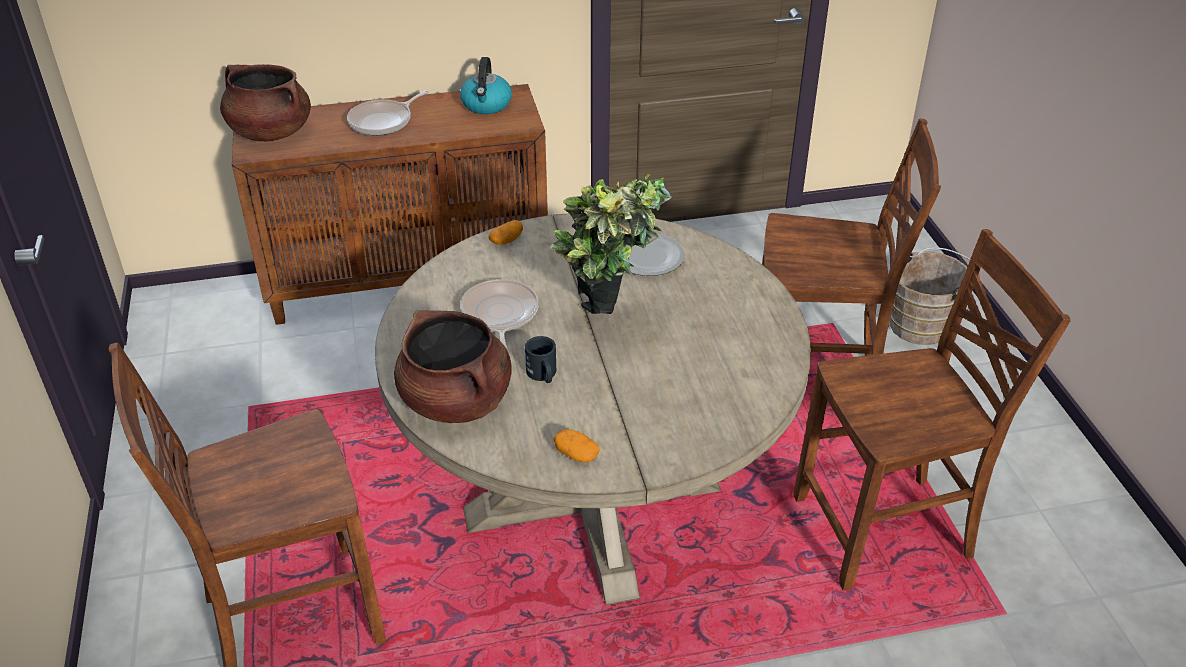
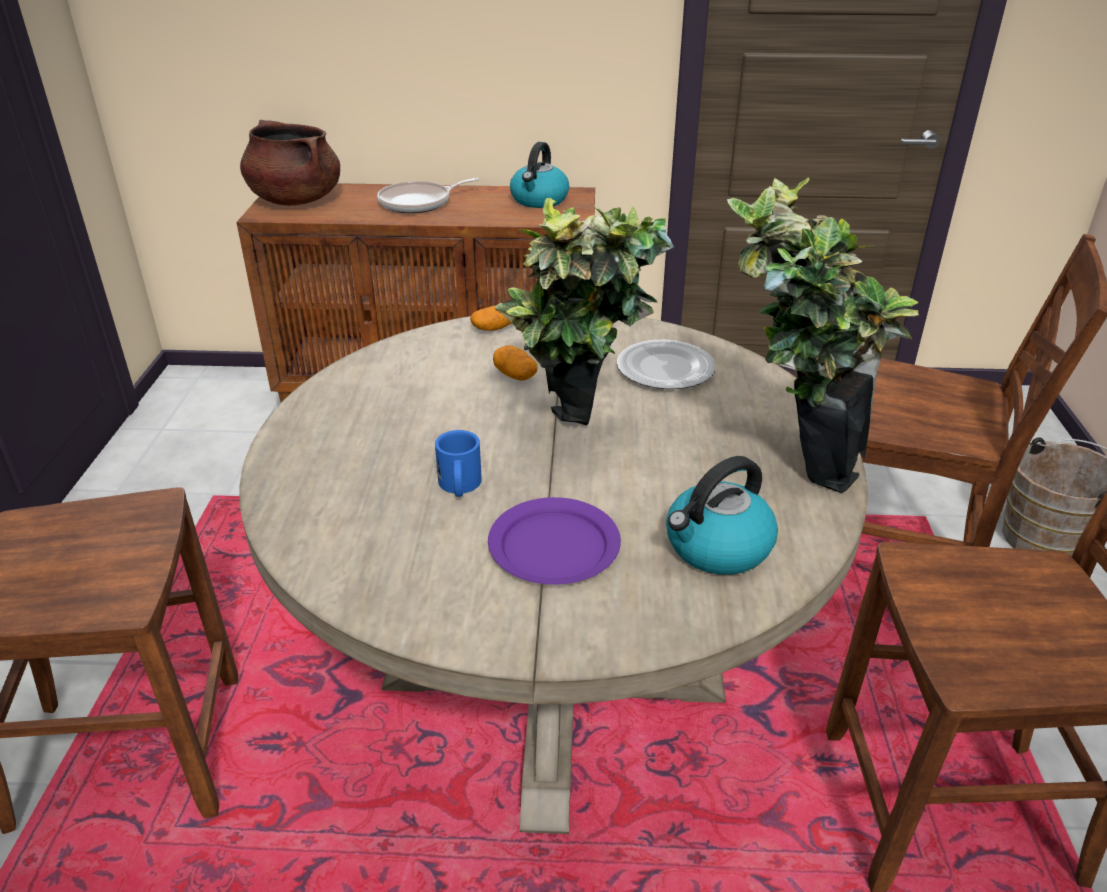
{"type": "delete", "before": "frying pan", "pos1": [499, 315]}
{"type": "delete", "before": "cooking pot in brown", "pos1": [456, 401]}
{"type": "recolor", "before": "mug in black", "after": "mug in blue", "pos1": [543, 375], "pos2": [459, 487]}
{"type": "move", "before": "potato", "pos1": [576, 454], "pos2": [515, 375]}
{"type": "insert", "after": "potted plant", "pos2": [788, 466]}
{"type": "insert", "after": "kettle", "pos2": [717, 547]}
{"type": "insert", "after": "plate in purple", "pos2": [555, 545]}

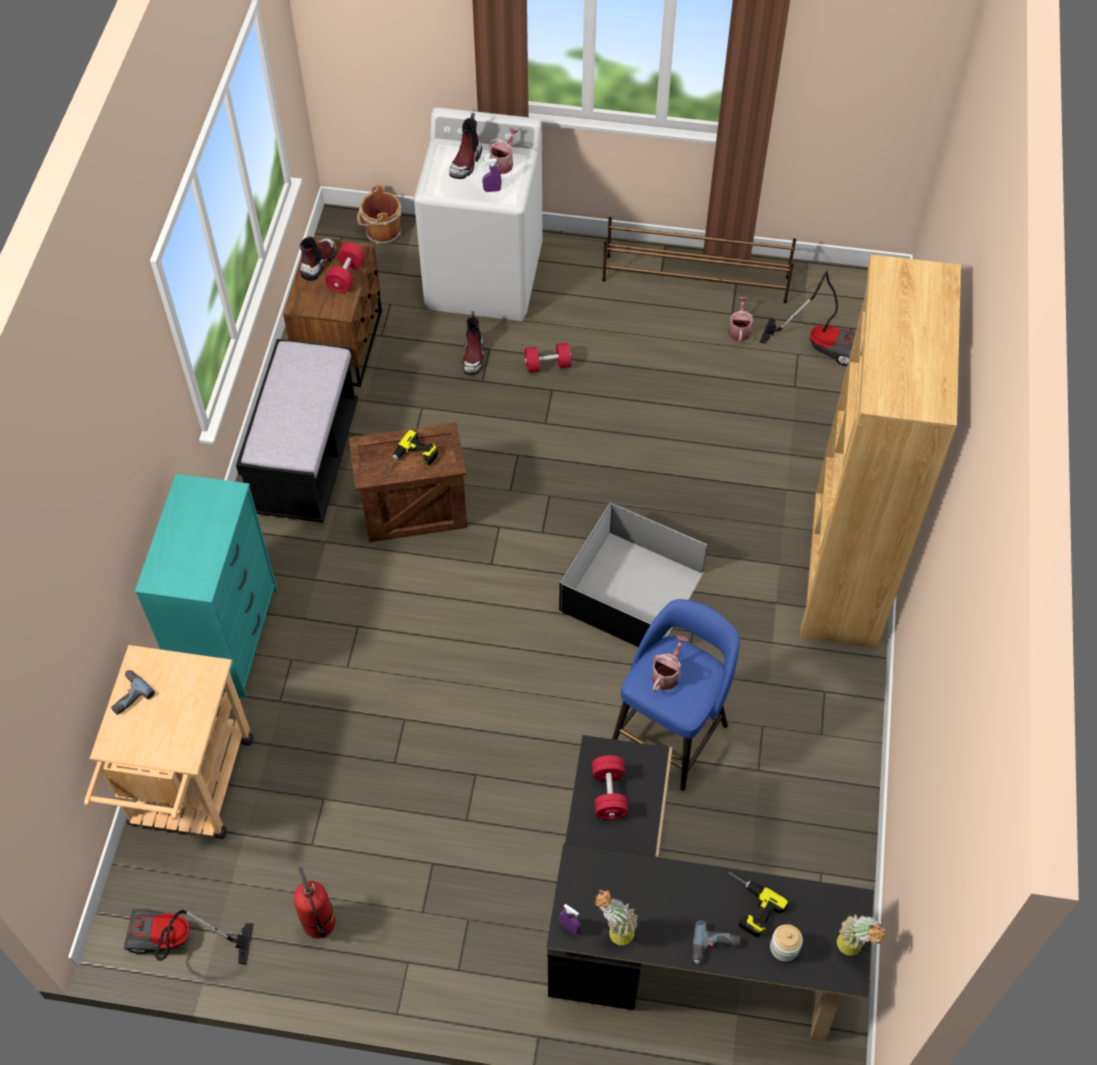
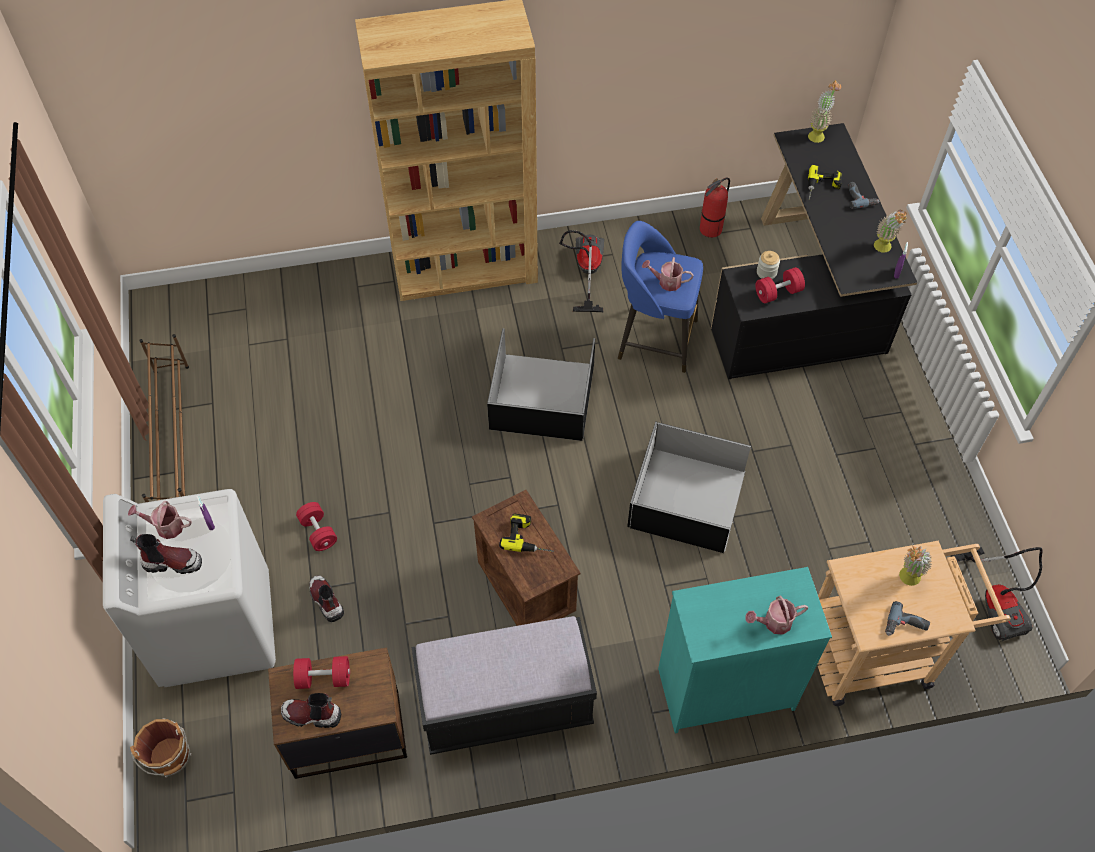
{"type": "move", "before": "vacuum cleaner", "pos1": [820, 344], "pos2": [585, 271]}
{"type": "move", "before": "watering can", "pos1": [739, 330], "pos2": [773, 622]}
{"type": "rotate", "before": "boot", "pos1": [473, 356], "pos2": [326, 600], "turn": -105}
{"type": "move", "before": "fire extinguisher", "pos1": [318, 923], "pos2": [710, 230]}
{"type": "move", "before": "jar", "pos1": [784, 947], "pos2": [766, 272]}
{"type": "insert", "after": "storage box in black", "pos2": [686, 500]}
{"type": "insert", "after": "potted plant", "pos2": [906, 579]}

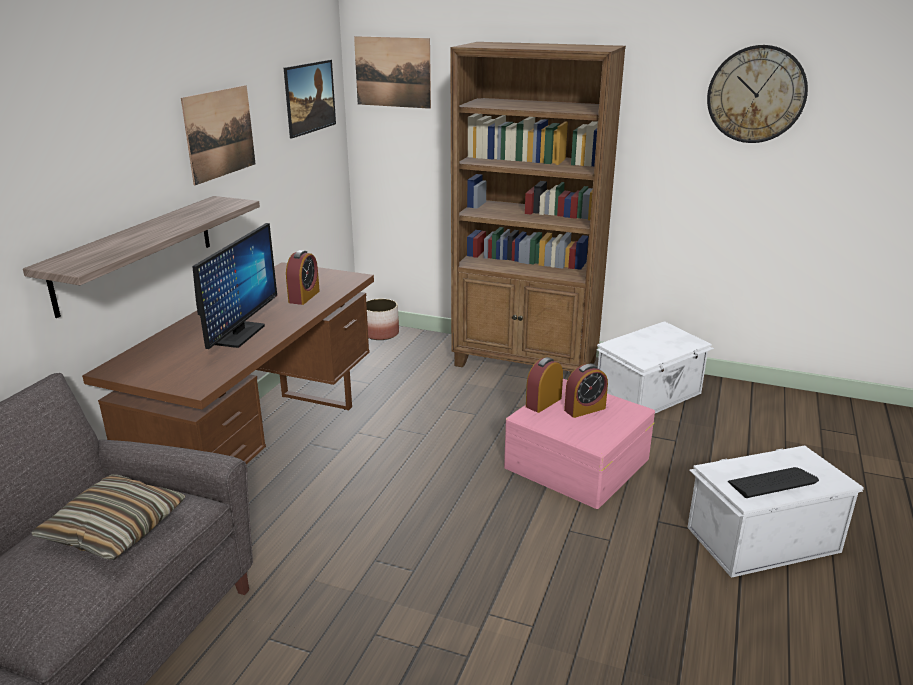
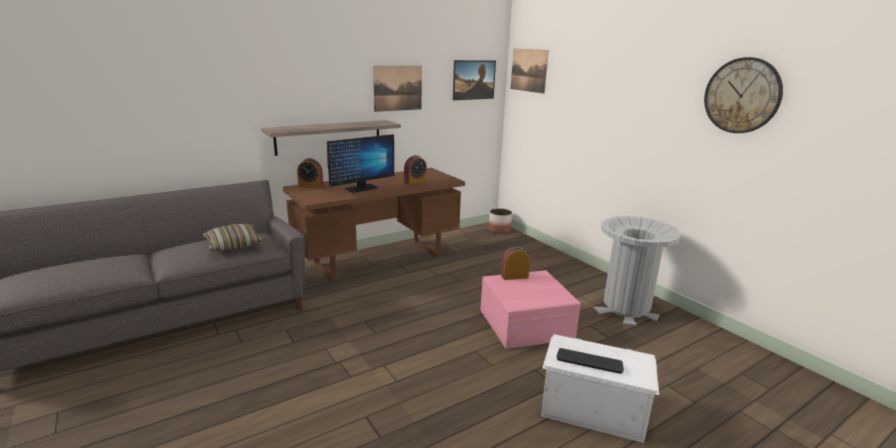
{"type": "delete", "before": "bookcase in brown", "pos1": [526, 363]}
{"type": "replace", "before": "storage box in white", "after": "trash can in grey", "pos1": [650, 395], "pos2": [626, 309]}
{"type": "move", "before": "alarm clock", "pos1": [585, 409], "pos2": [310, 186]}

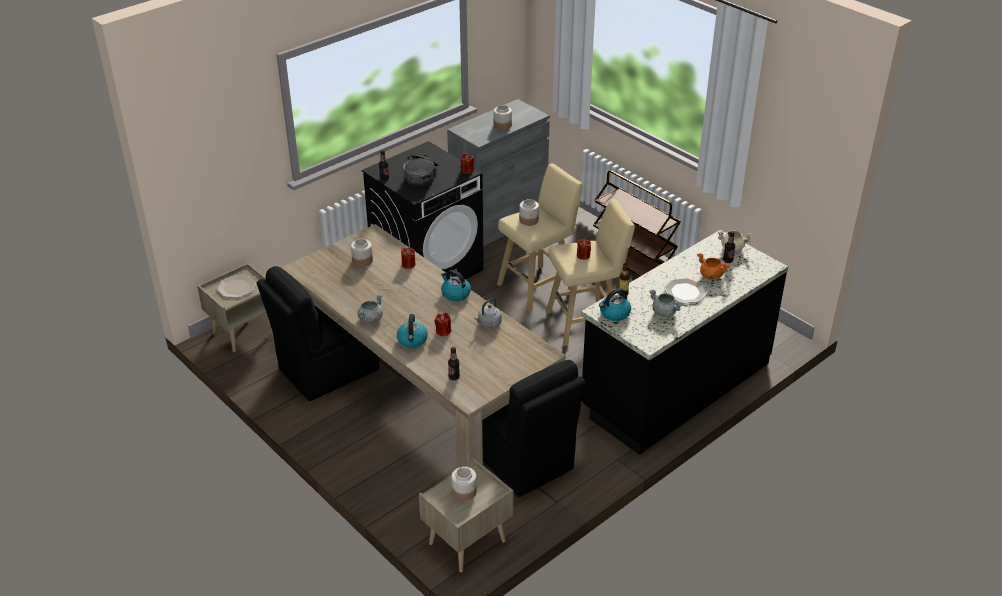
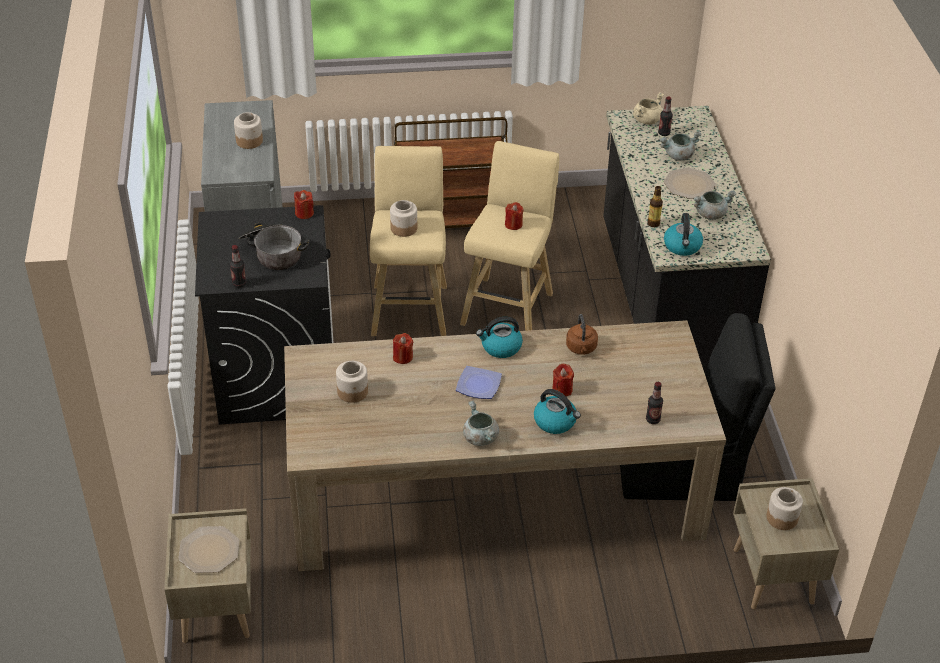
{"type": "recolor", "before": "cooking pot in orange", "after": "cooking pot in grey", "pos1": [710, 275], "pos2": [678, 156]}
{"type": "delete", "before": "chair in black", "pos1": [326, 370]}
{"type": "recolor", "before": "kettle in grey", "after": "kettle in brown", "pos1": [488, 324], "pos2": [581, 348]}
{"type": "insert", "after": "plate", "pos2": [478, 384]}

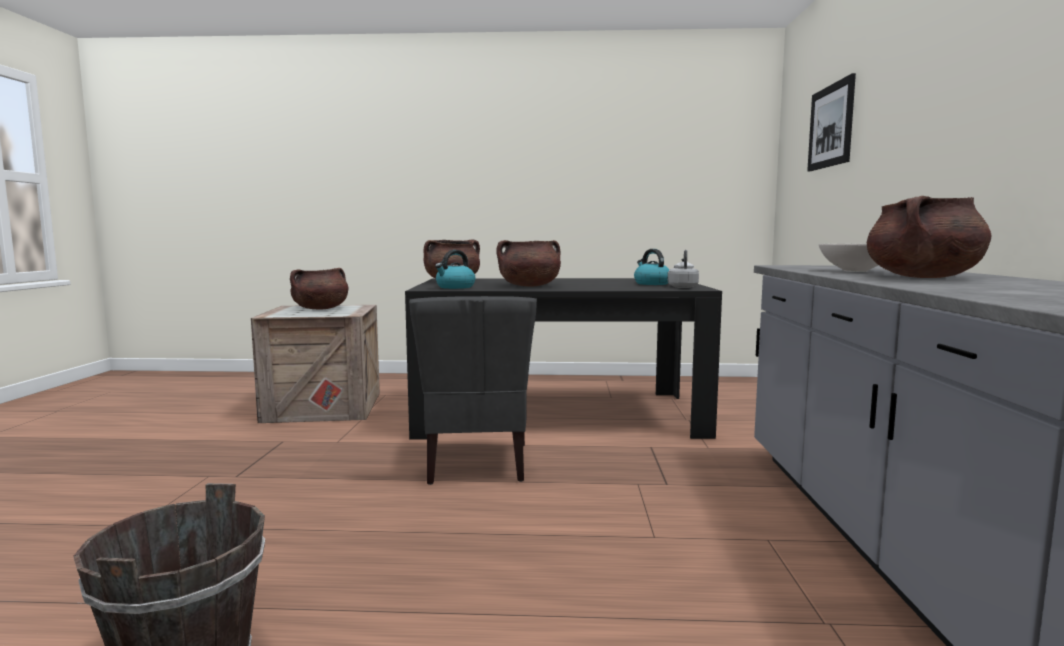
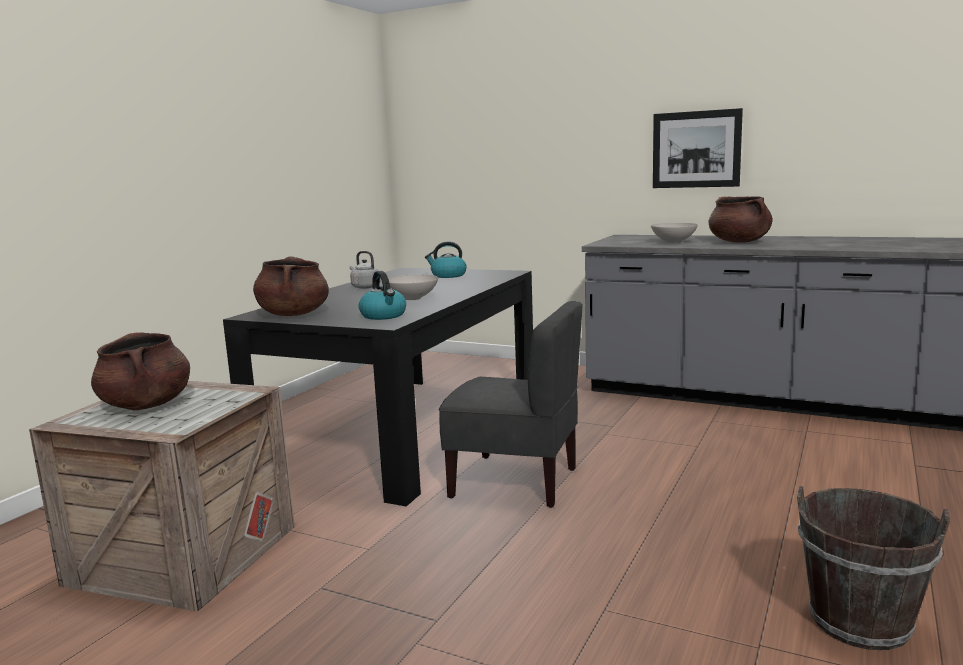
{"type": "move", "before": "picture", "pos1": [831, 126], "pos2": [696, 149]}
{"type": "replace", "before": "cooking pot in brown", "after": "bowl in white", "pos1": [529, 286], "pos2": [413, 298]}
{"type": "move", "before": "kettle in grey", "pos1": [683, 287], "pos2": [364, 287]}

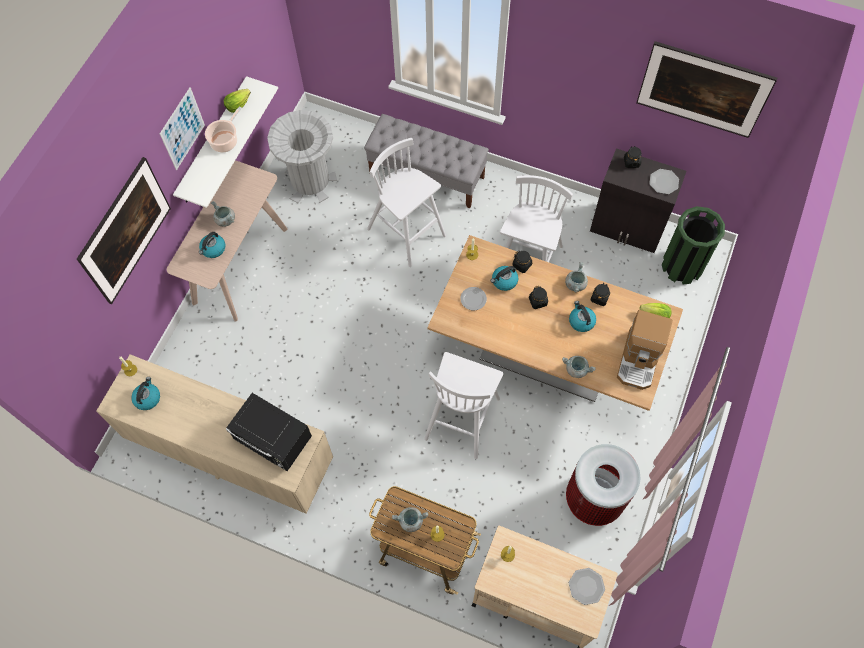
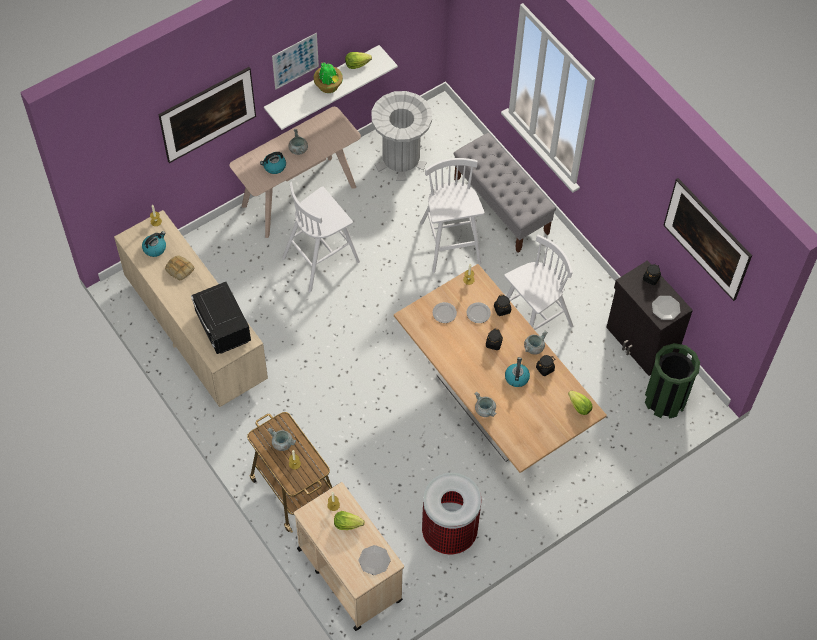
{"type": "replace", "before": "cooking pot", "after": "potted plant", "pos1": [225, 140], "pos2": [329, 86]}
{"type": "replace", "before": "kettle", "after": "plate", "pos1": [504, 281], "pos2": [478, 313]}
{"type": "delete", "before": "coffee machine", "pos1": [639, 360]}
{"type": "move", "before": "stool in white", "pos1": [463, 417], "pos2": [322, 259]}
{"type": "insert", "after": "bread", "pos2": [179, 269]}
{"type": "insert", "after": "lettuce", "pos2": [347, 524]}

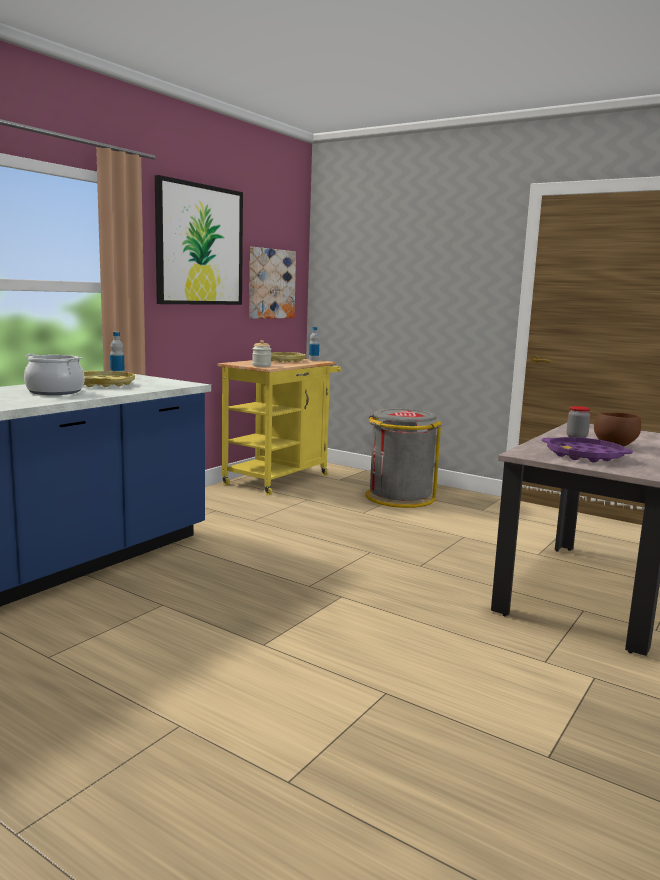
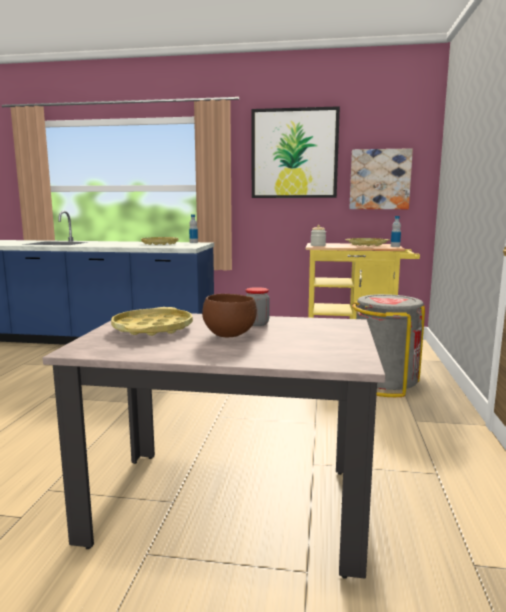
{"type": "delete", "before": "cooking pot", "pos1": [55, 392]}
{"type": "recolor", "before": "tray in purple", "after": "tray in yellow", "pos1": [584, 456], "pos2": [152, 328]}

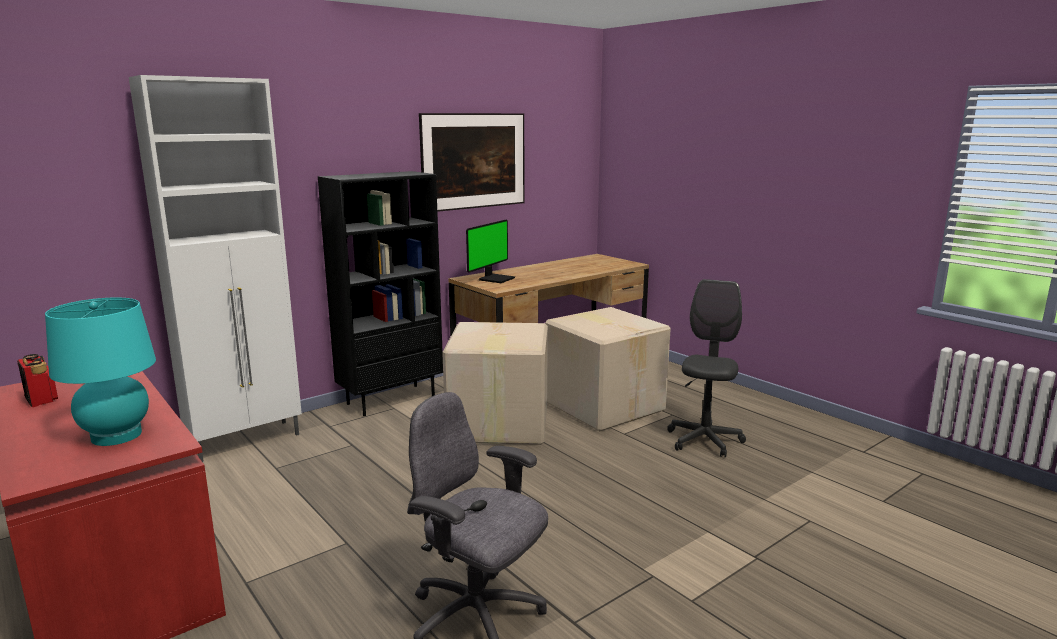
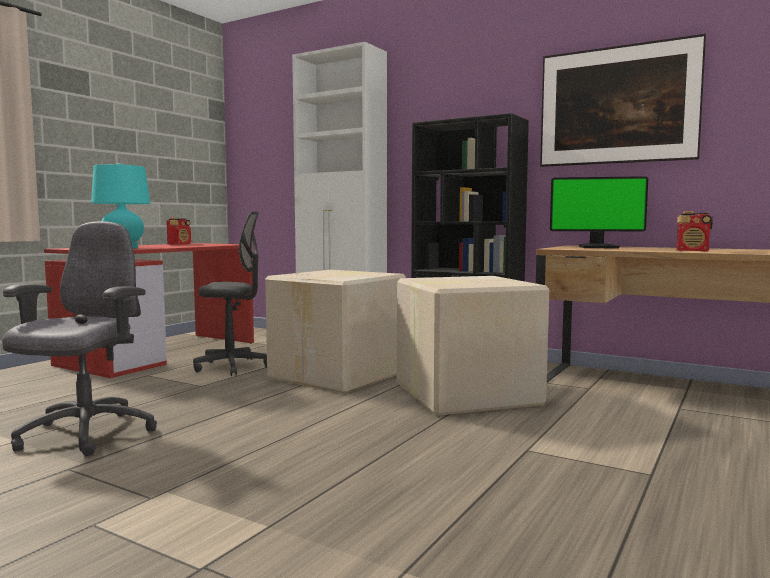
{"type": "move", "before": "office chair in grey", "pos1": [704, 440], "pos2": [232, 367]}
{"type": "move", "before": "cardboard box", "pos1": [604, 405], "pos2": [340, 375]}
{"type": "insert", "after": "radio", "pos2": [693, 251]}

